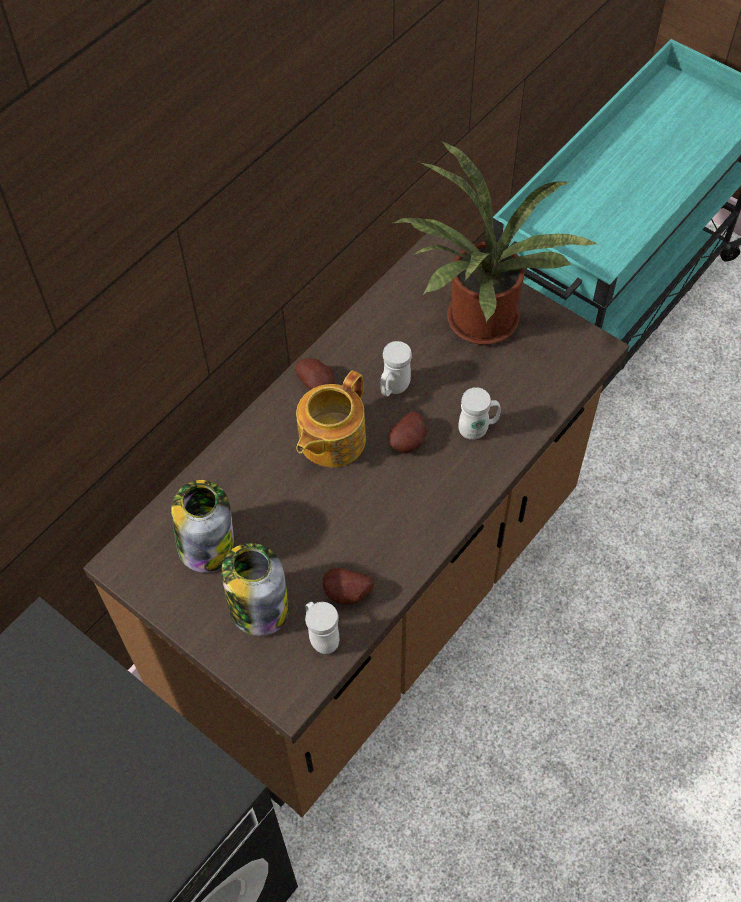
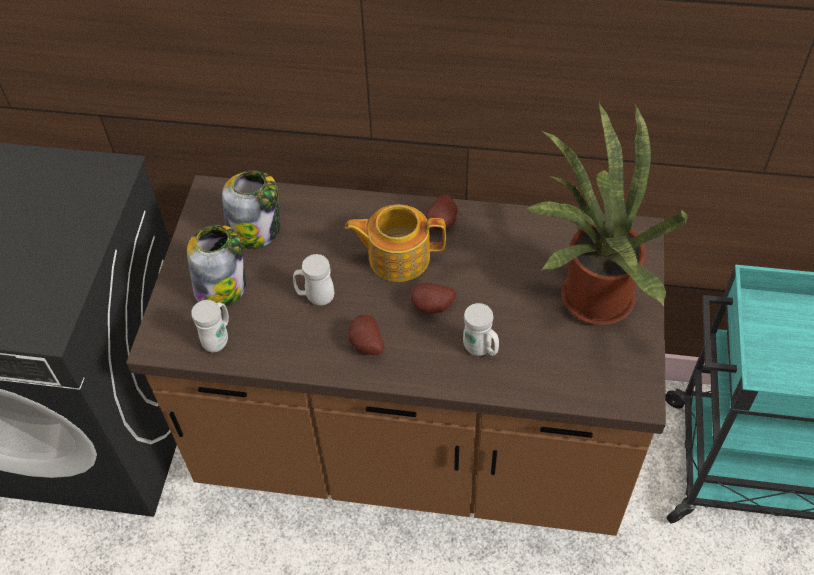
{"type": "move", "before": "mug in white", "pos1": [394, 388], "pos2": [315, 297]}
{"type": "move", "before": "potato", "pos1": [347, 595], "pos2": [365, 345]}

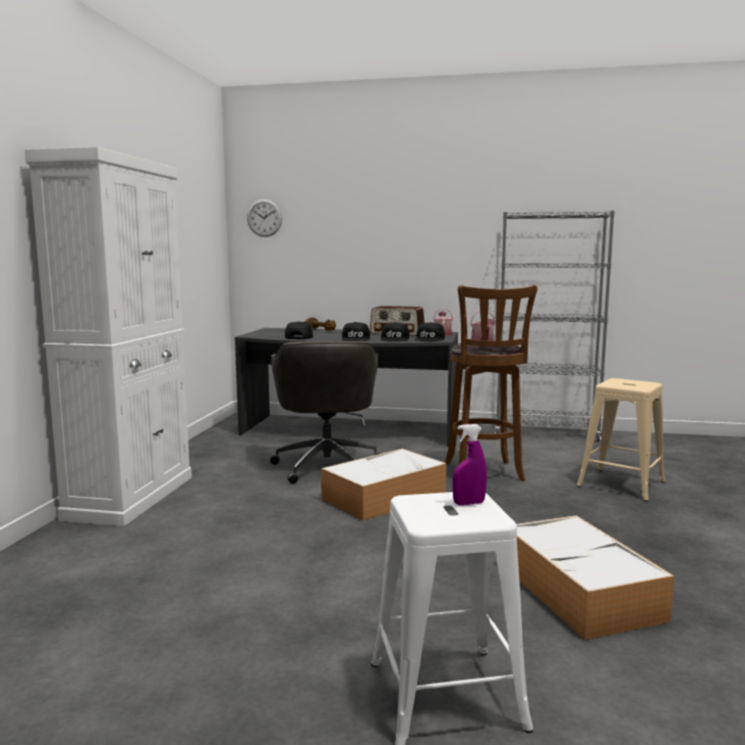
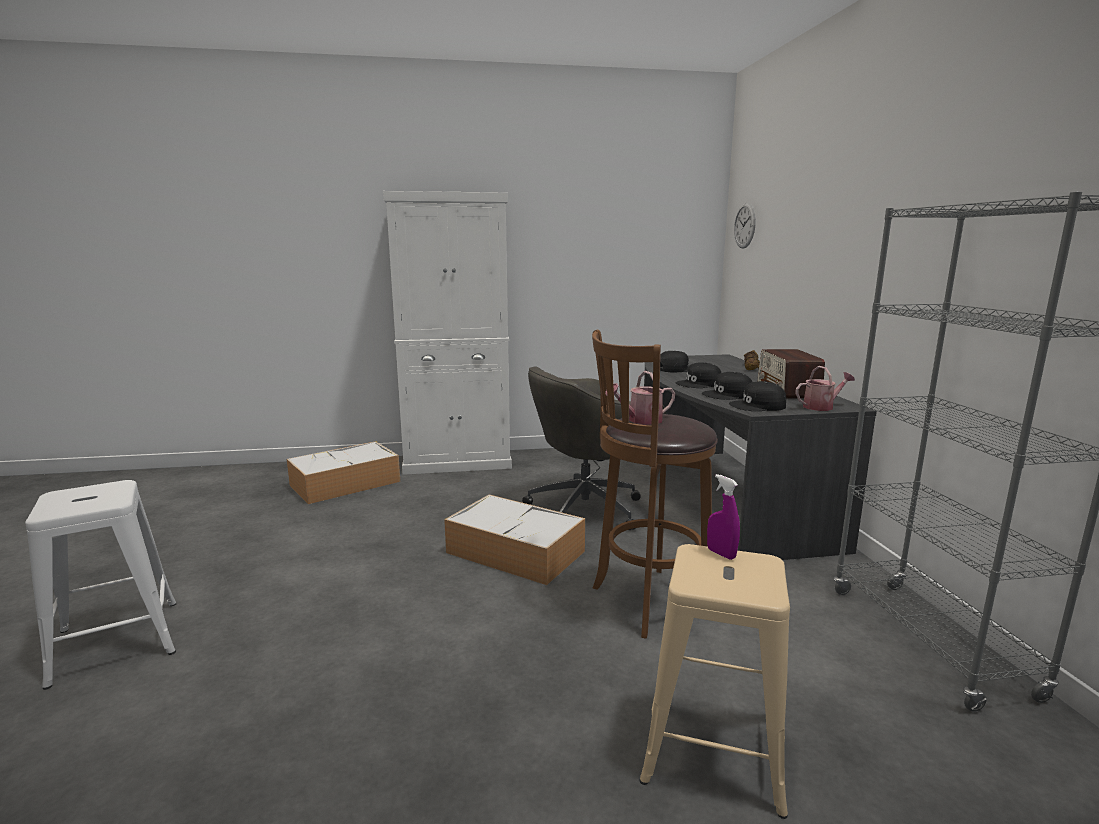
{"type": "move", "before": "spray bottle in purple", "pos1": [469, 503], "pos2": [721, 554]}
{"type": "move", "before": "storage box", "pos1": [581, 592], "pos2": [344, 484]}

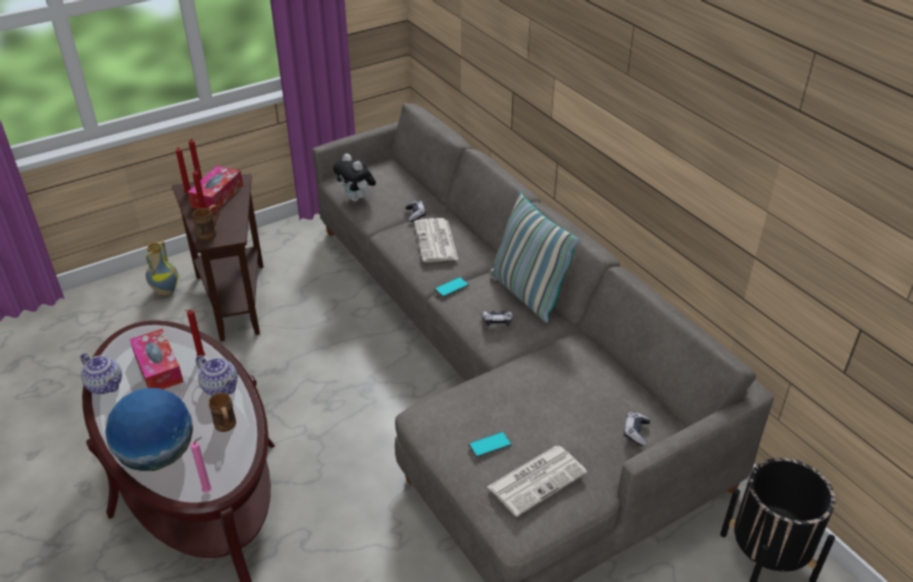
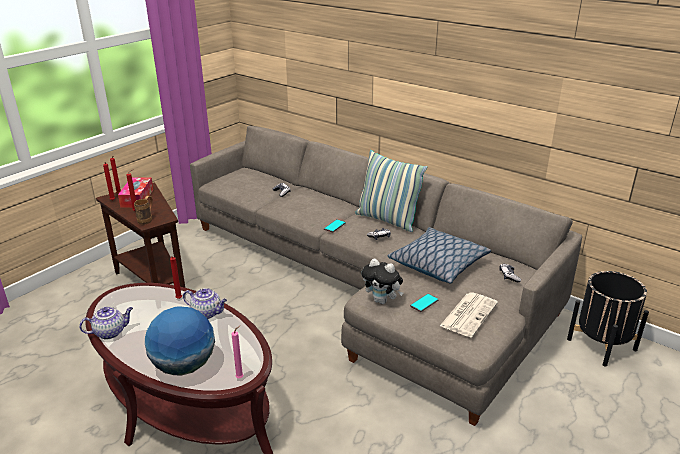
{"type": "move", "before": "plush toy", "pos1": [356, 199], "pos2": [382, 301]}
{"type": "delete", "before": "newspaper", "pos1": [436, 241]}
{"type": "delete", "before": "vase", "pos1": [165, 290]}
{"type": "delete", "before": "tissue box", "pos1": [158, 368]}
{"type": "rotate", "before": "teapot", "pos1": [106, 385], "pos2": [110, 332], "turn": -45}
{"type": "delete", "before": "mug in brown", "pos1": [226, 428]}
{"type": "insert", "after": "pillow", "pos2": [438, 264]}

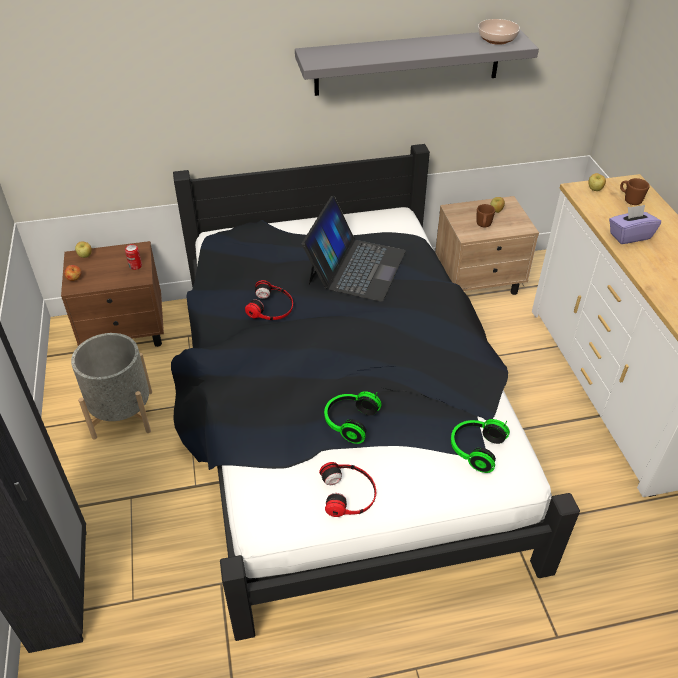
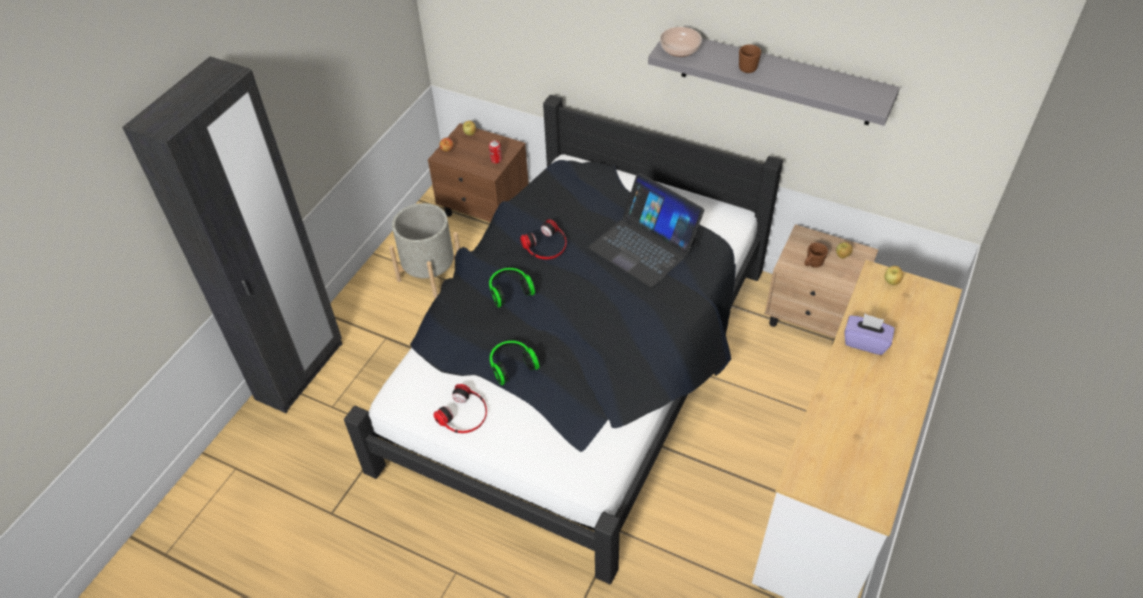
{"type": "move", "before": "bowl", "pos1": [497, 39], "pos2": [680, 49]}
{"type": "move", "before": "mug in brown", "pos1": [629, 200], "pos2": [747, 66]}
{"type": "rotate", "before": "laptop", "pos1": [355, 267], "pos2": [644, 246], "turn": 75}
{"type": "move", "before": "headphones", "pos1": [475, 449], "pos2": [509, 291]}

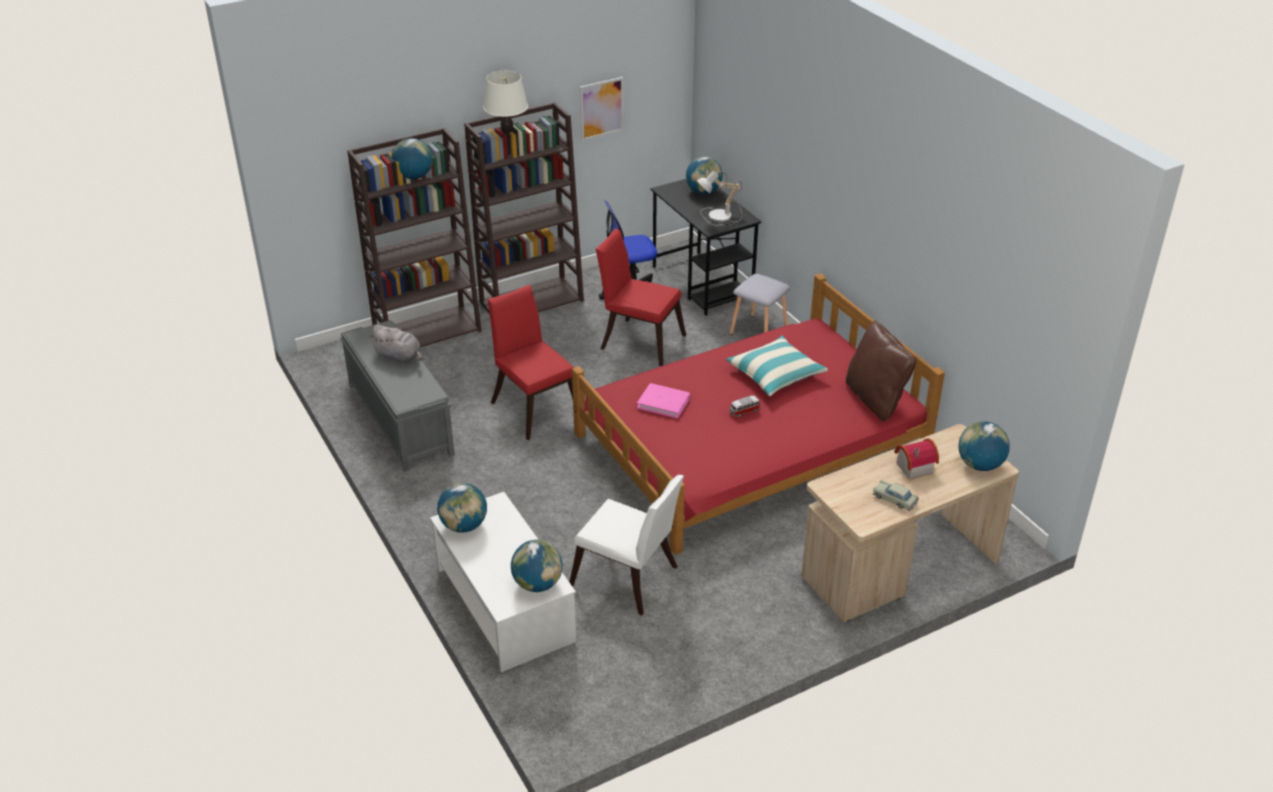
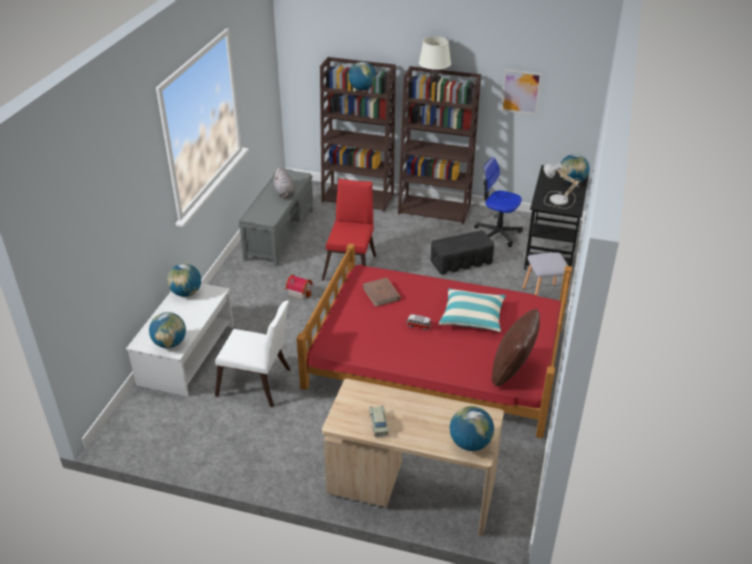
{"type": "replace", "before": "chair in red", "after": "storage box in black", "pos1": [638, 340], "pos2": [461, 262]}
{"type": "recolor", "before": "book in pink", "after": "book in brown", "pos1": [663, 403], "pos2": [381, 293]}
{"type": "move", "before": "toy house", "pos1": [912, 467], "pos2": [299, 292]}
{"type": "rotate", "before": "chair in white", "pos1": [629, 580], "pos2": [258, 385], "turn": -60}

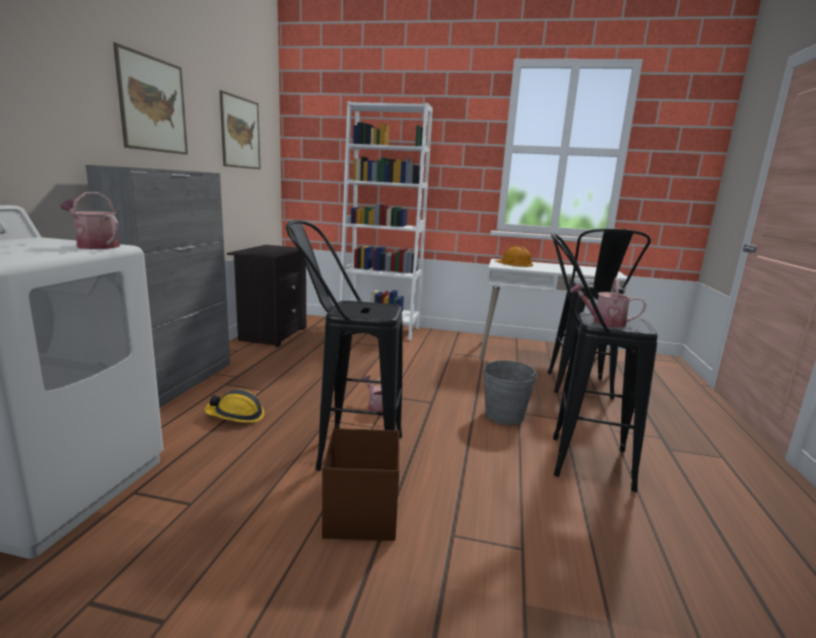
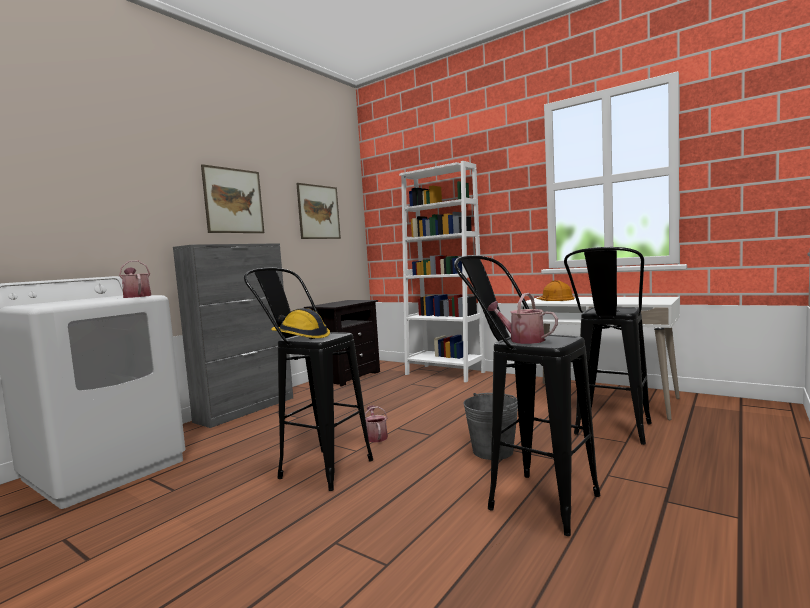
{"type": "move", "before": "hard hat", "pos1": [236, 416], "pos2": [301, 336]}
{"type": "delete", "before": "storage box in brown", "pos1": [360, 515]}

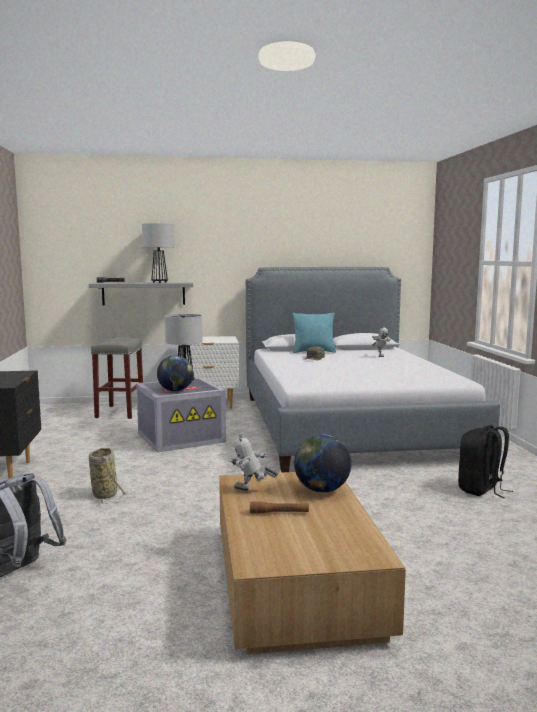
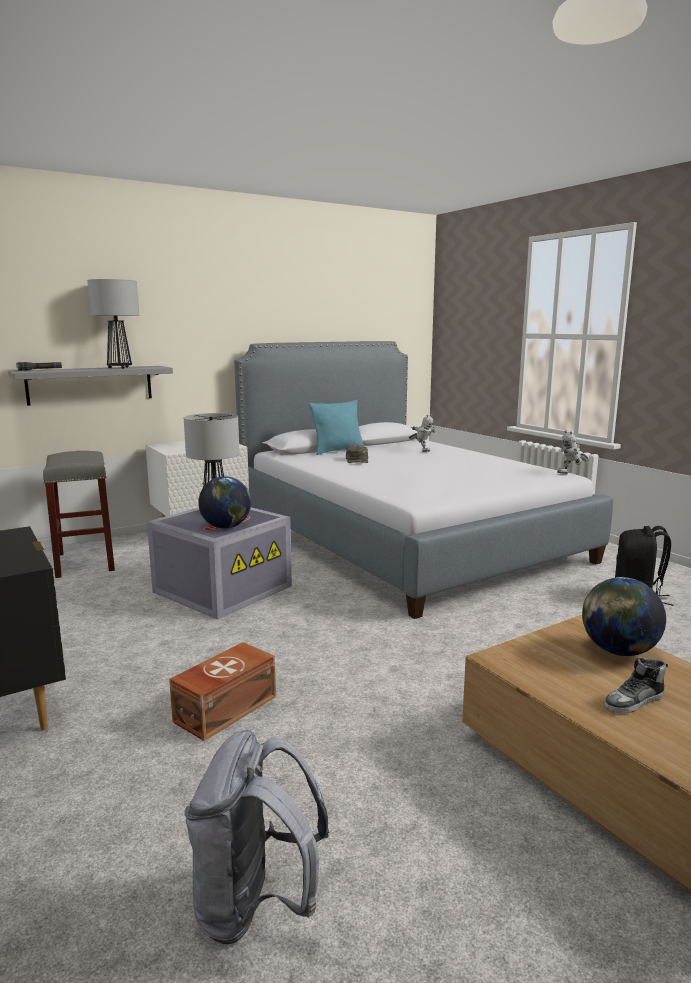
{"type": "move", "before": "toy robot", "pos1": [252, 491], "pos2": [571, 473]}
{"type": "replace", "before": "basket", "after": "storage box in brown", "pos1": [104, 494], "pos2": [223, 709]}
{"type": "replace", "before": "flashlight in brown", "after": "shoe", "pos1": [279, 513], "pos2": [634, 702]}

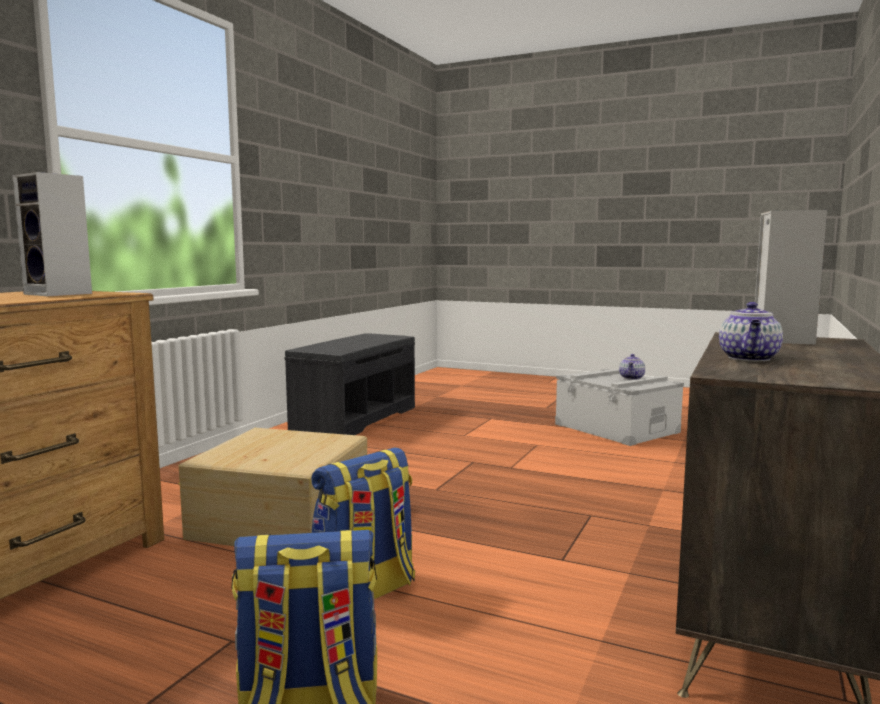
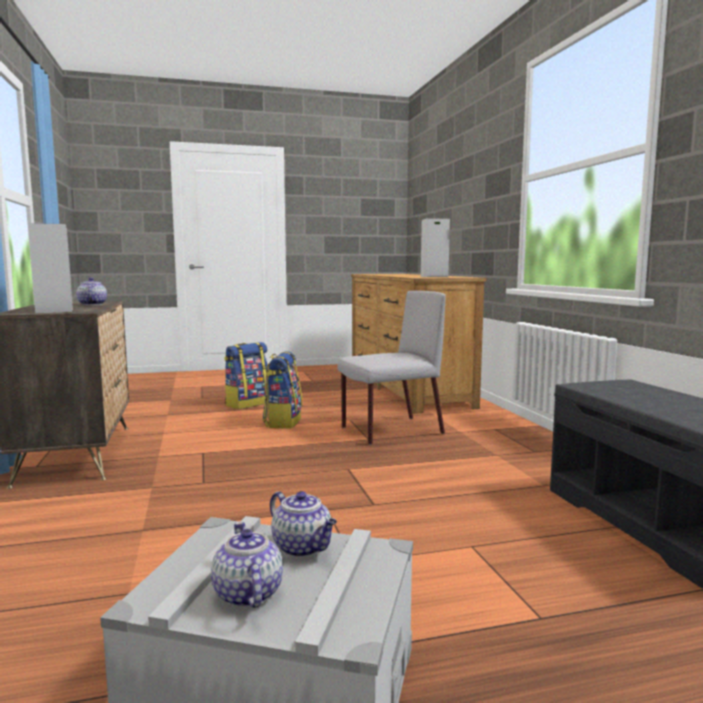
{"type": "replace", "before": "storage box in beige", "after": "chair in grey", "pos1": [282, 518], "pos2": [390, 431]}
{"type": "insert", "after": "teapot", "pos2": [303, 547]}

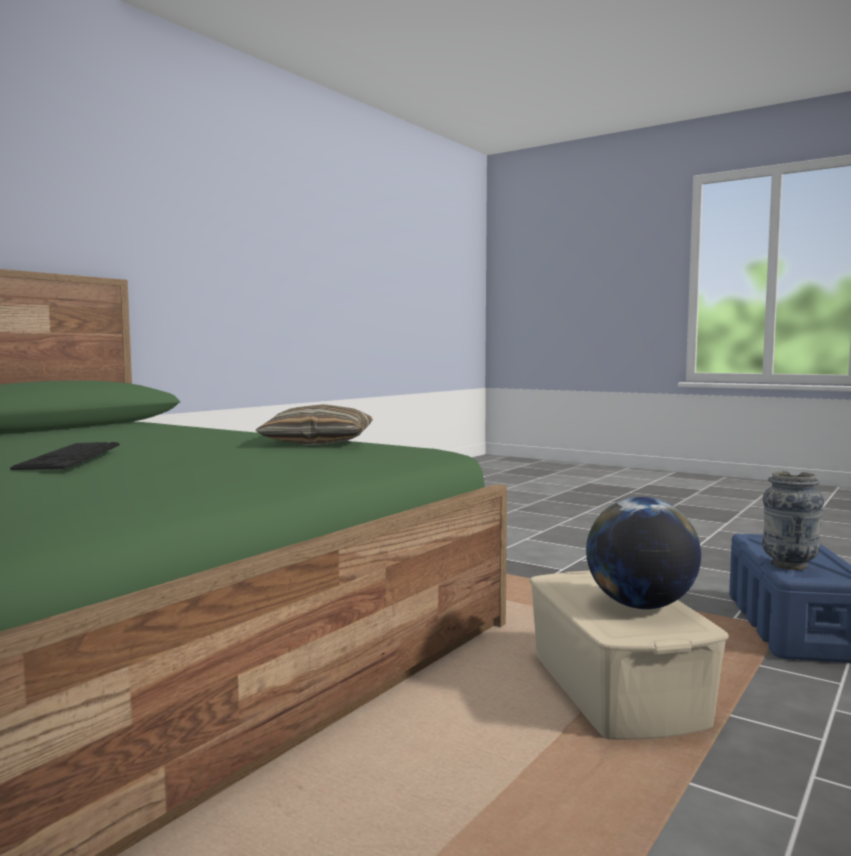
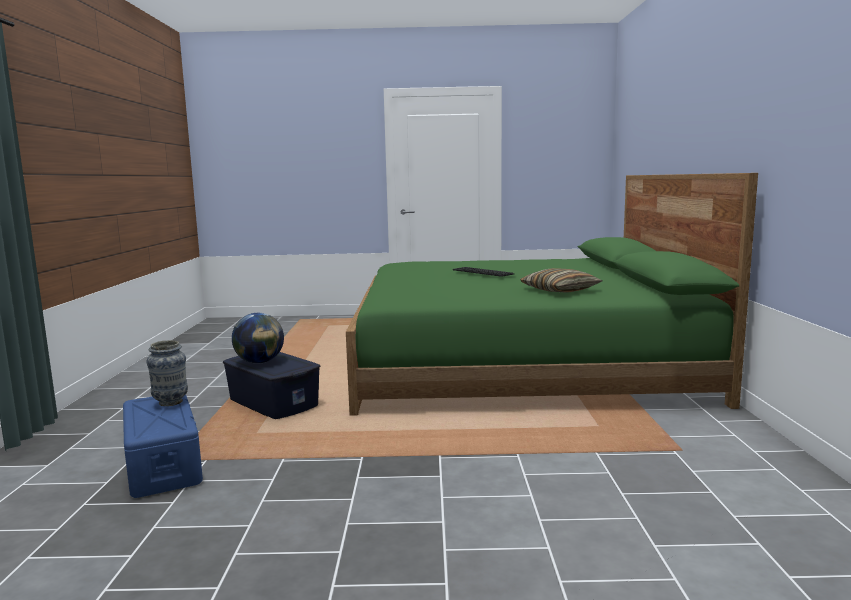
{"type": "move", "before": "pillow", "pos1": [318, 442], "pos2": [560, 290]}
{"type": "recolor", "before": "storage box in beige", "after": "storage box in blue", "pos1": [614, 689], "pos2": [273, 402]}

